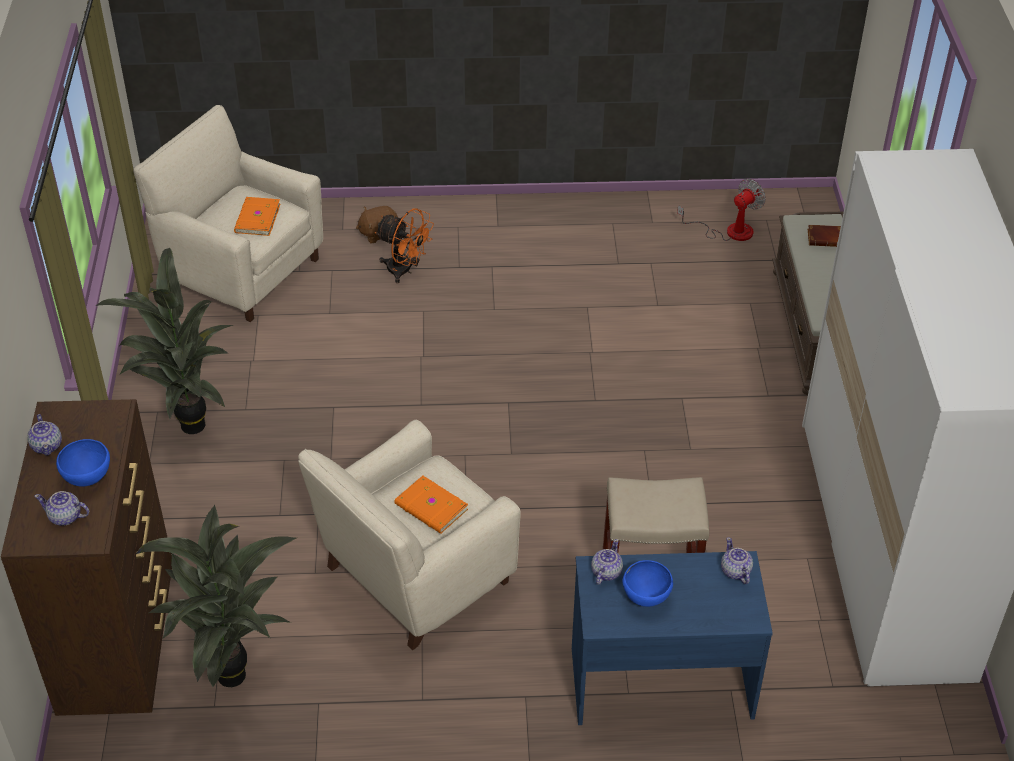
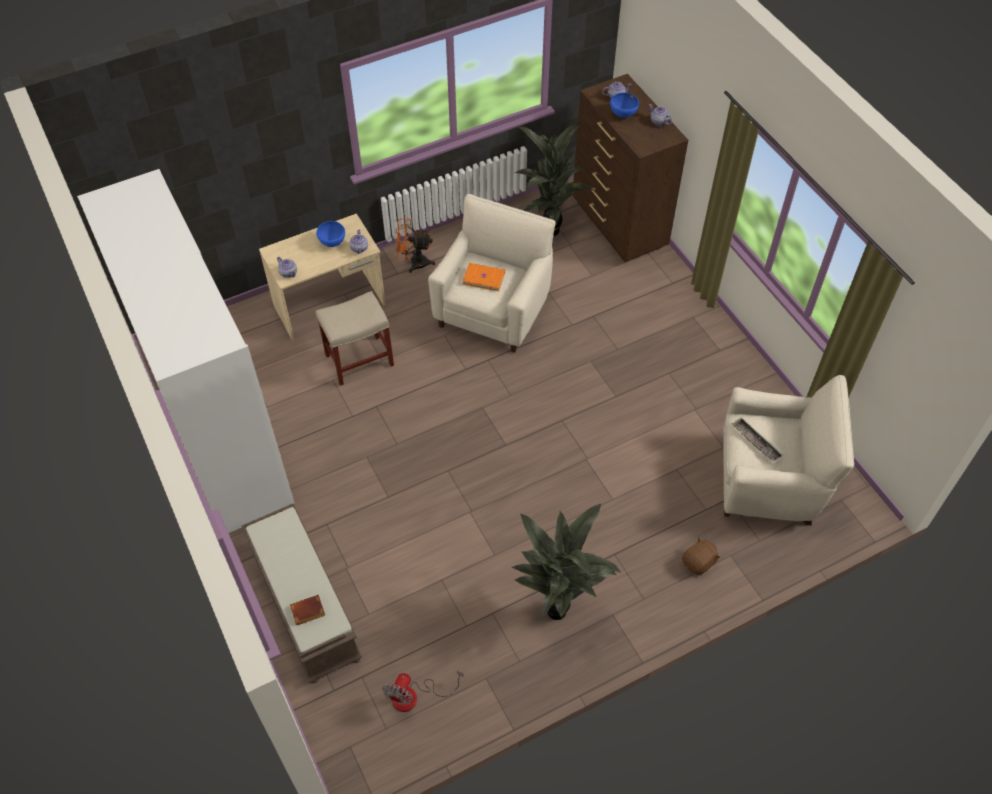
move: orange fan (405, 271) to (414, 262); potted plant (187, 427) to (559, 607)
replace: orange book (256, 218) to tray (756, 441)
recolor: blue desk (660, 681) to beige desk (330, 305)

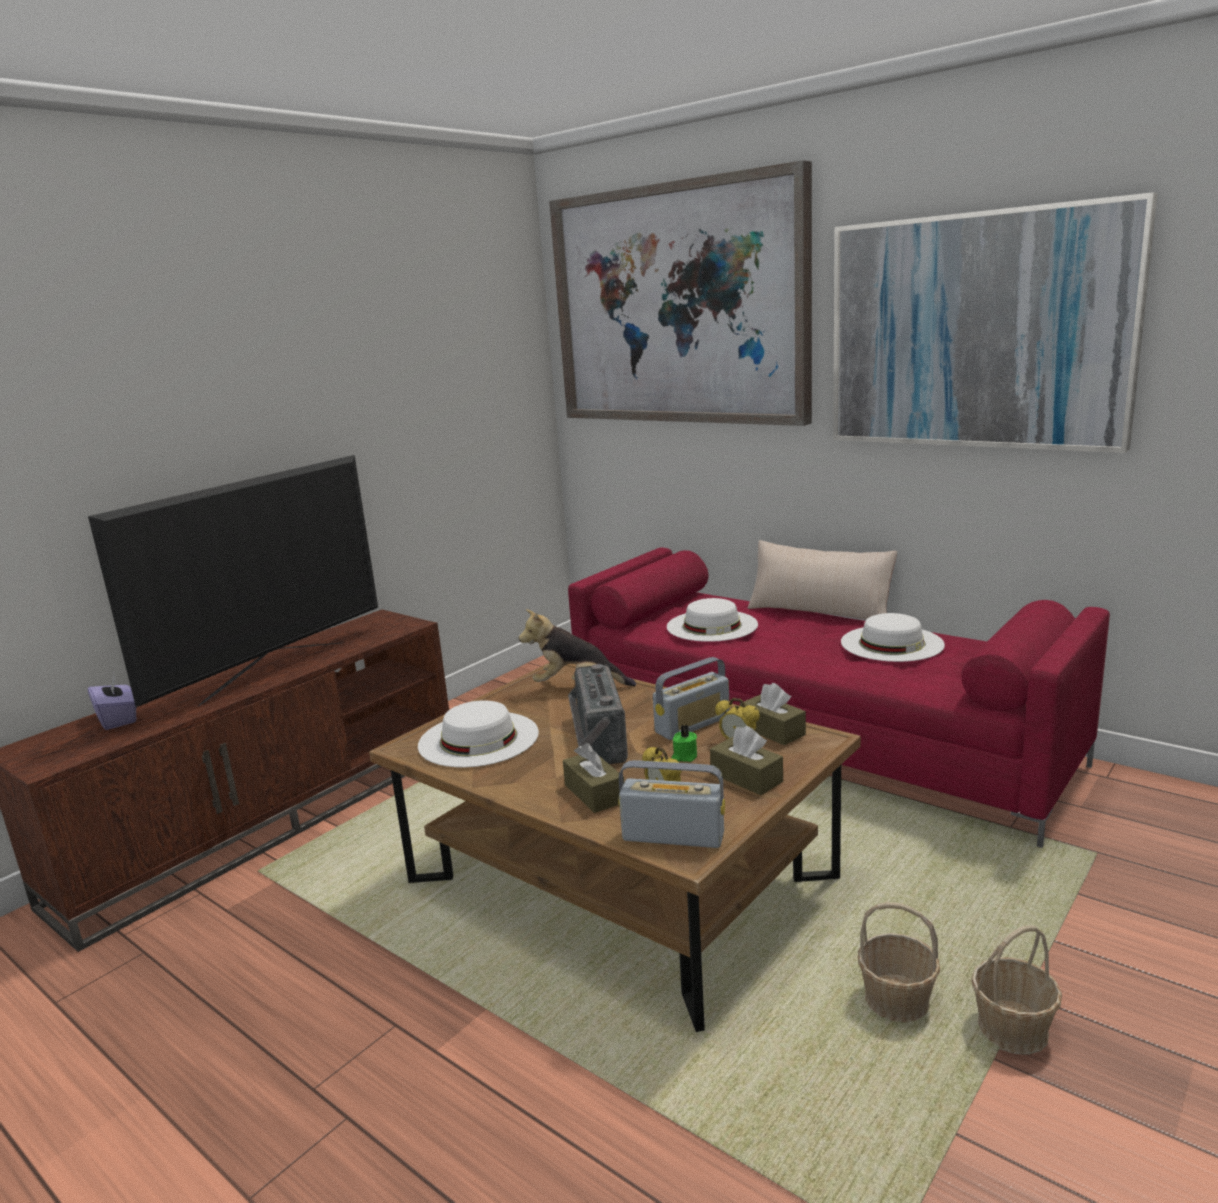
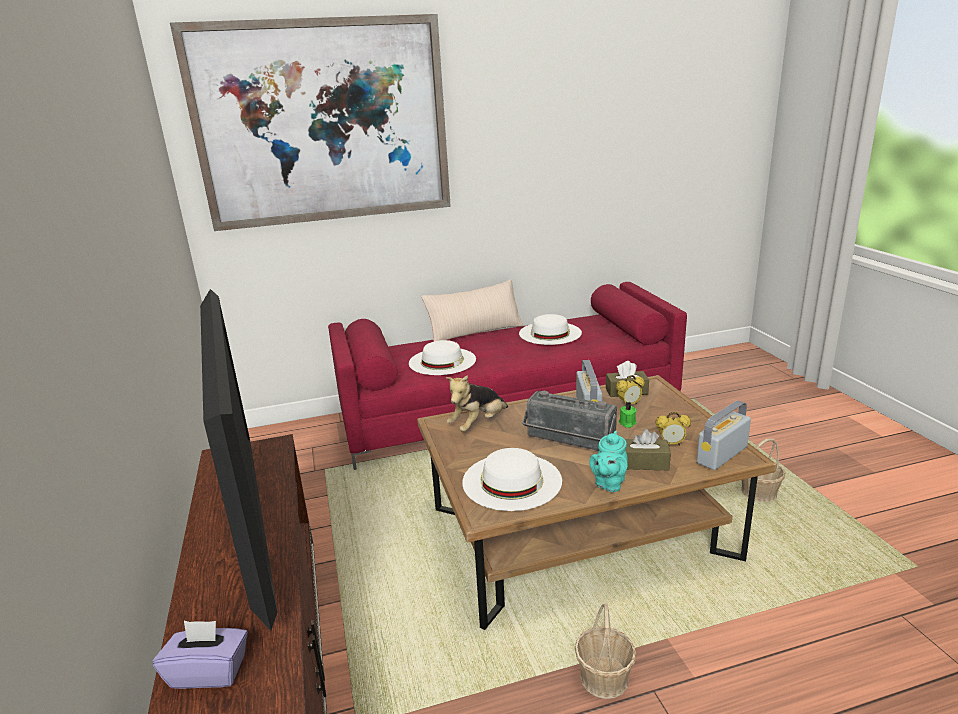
delete: brown tissue box (746, 778); picture (977, 331)
insert: turquoise teapot (608, 484)
move: basket (1013, 1029) to (604, 677)

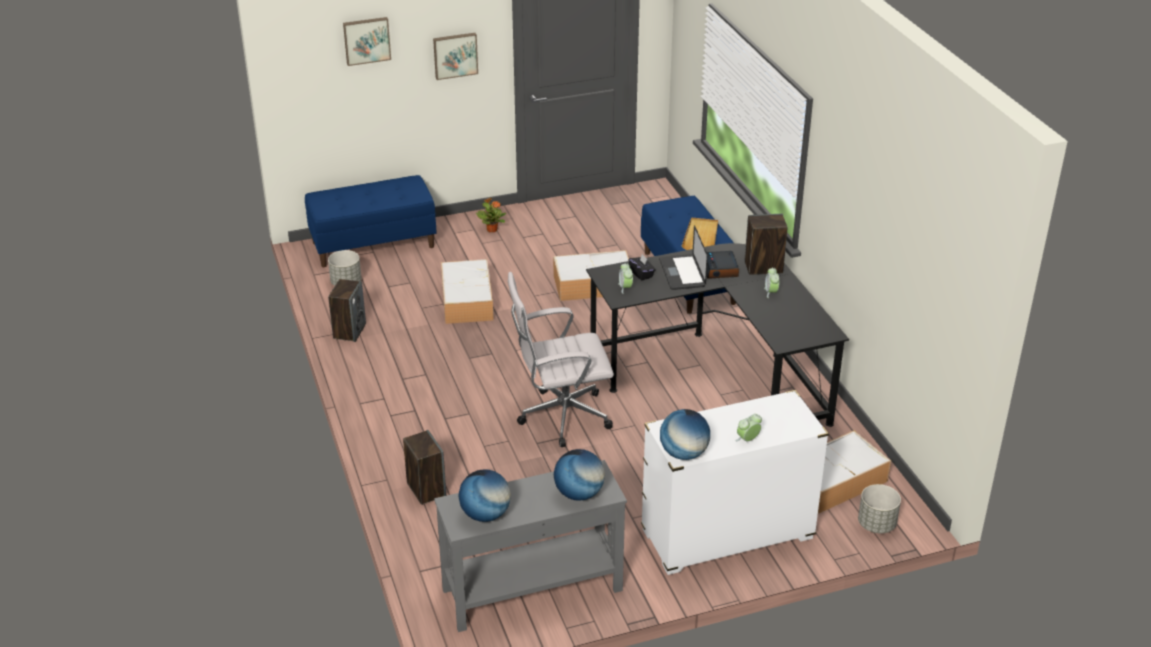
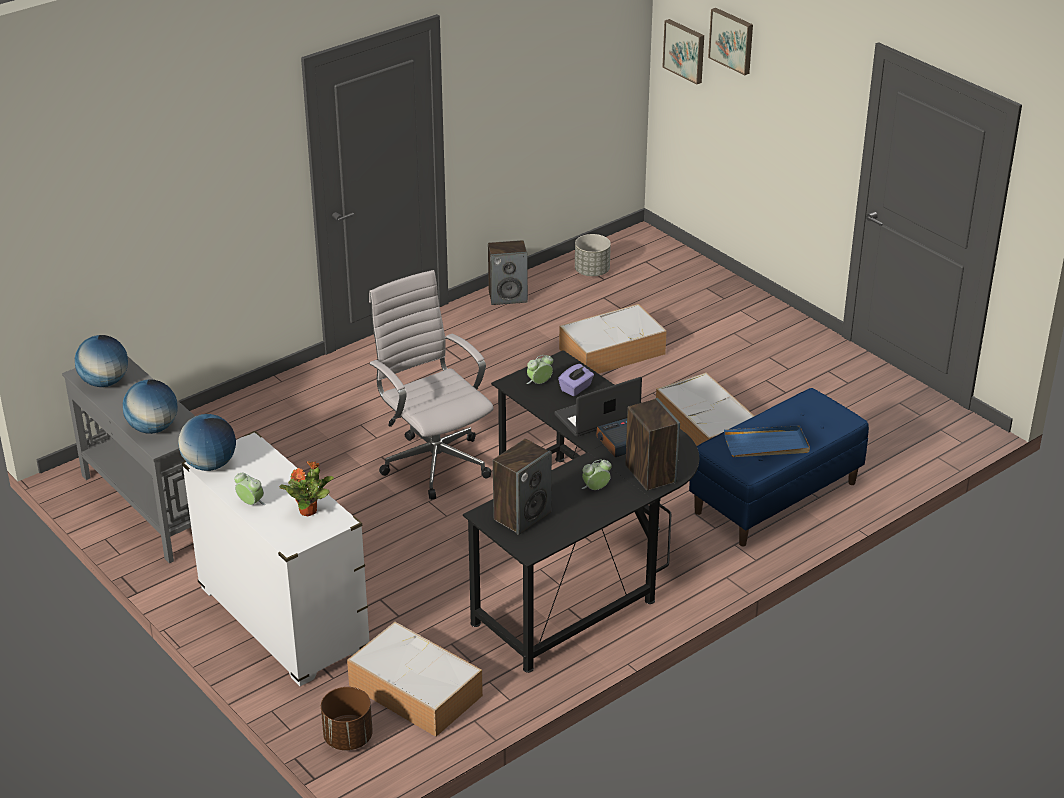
delete: blue bench (373, 244)
move: potted plant (492, 229) to (309, 511); speaker (426, 490) to (522, 516); picture (455, 55) to (685, 50)
recolor: grey planter (877, 524) to brown planter (348, 738); black tissue box (641, 274) to purple tissue box (576, 388); beige tray (701, 237) to blue tray (766, 445)

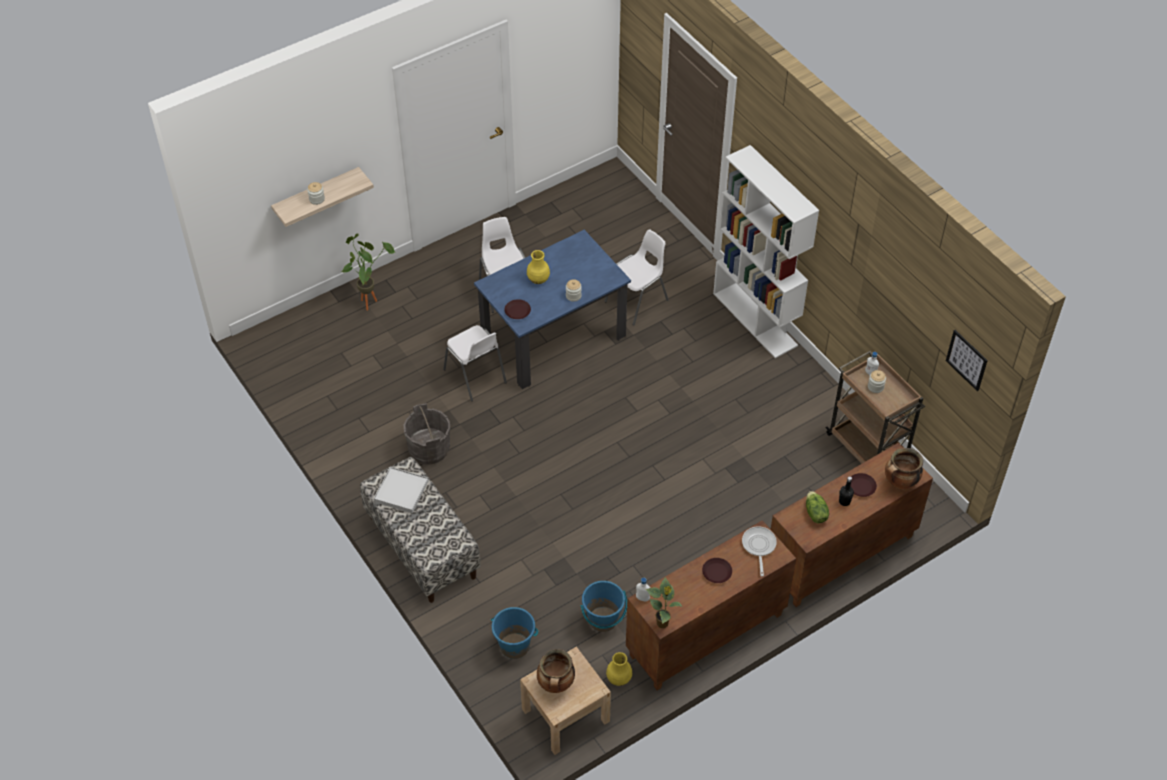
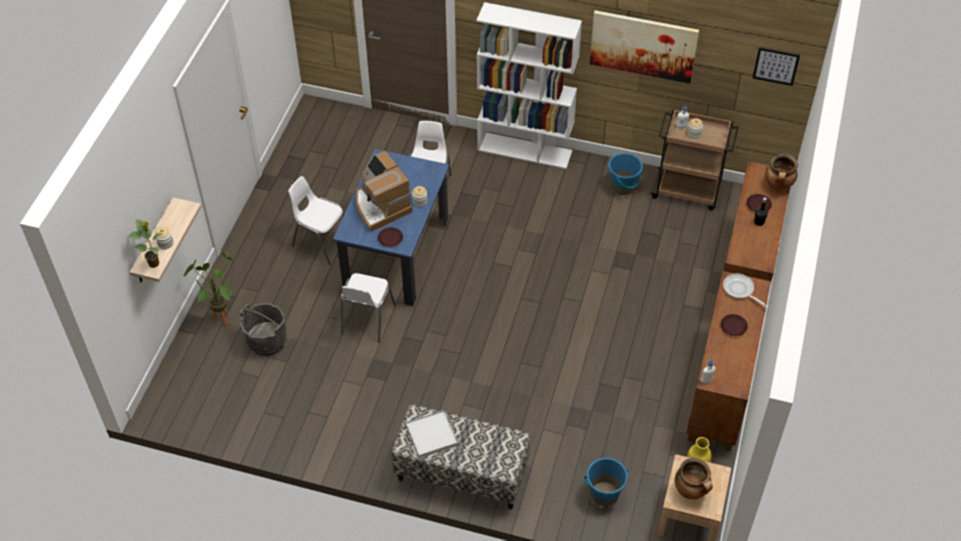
delete: lettuce (815, 513)
insert: picture (643, 46)
move: potted plant (663, 624) to (154, 264); grey bucket (429, 449) to (267, 341); blue bucket (603, 619) to (623, 186)
replace: yellow vase (538, 280) to coffee machine (381, 206)
rotate: white chair (475, 376) = (367, 320) 90 degrees clockwise

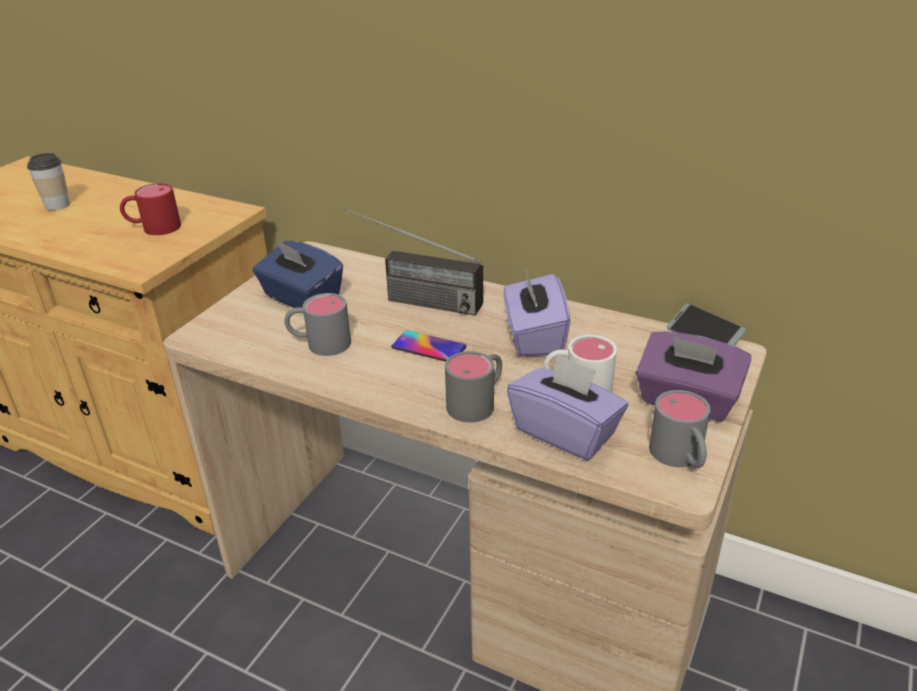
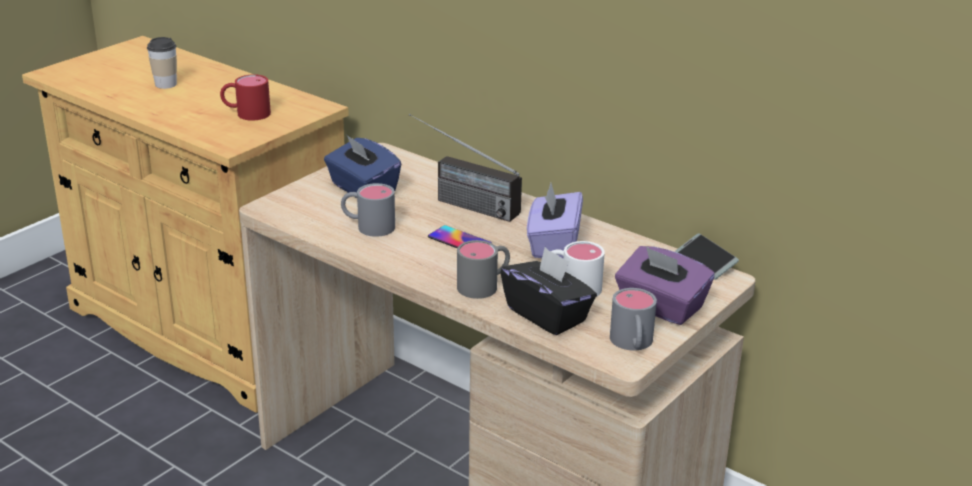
recolor: purple tissue box (565, 432) to black tissue box (547, 315)

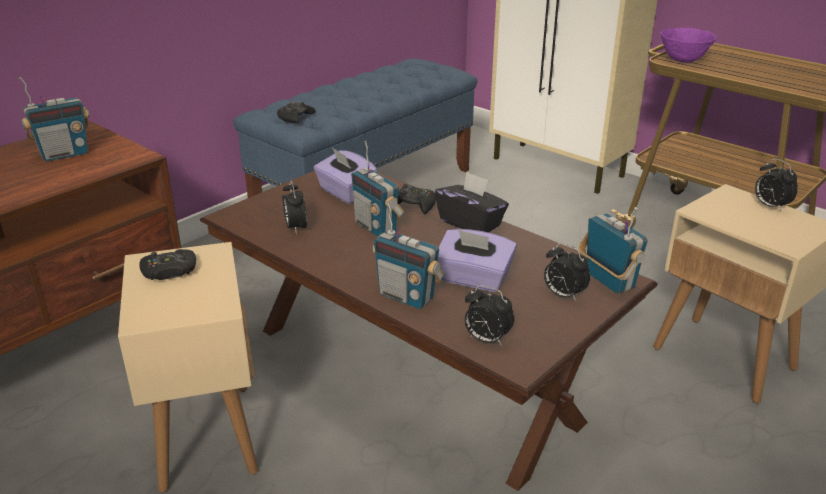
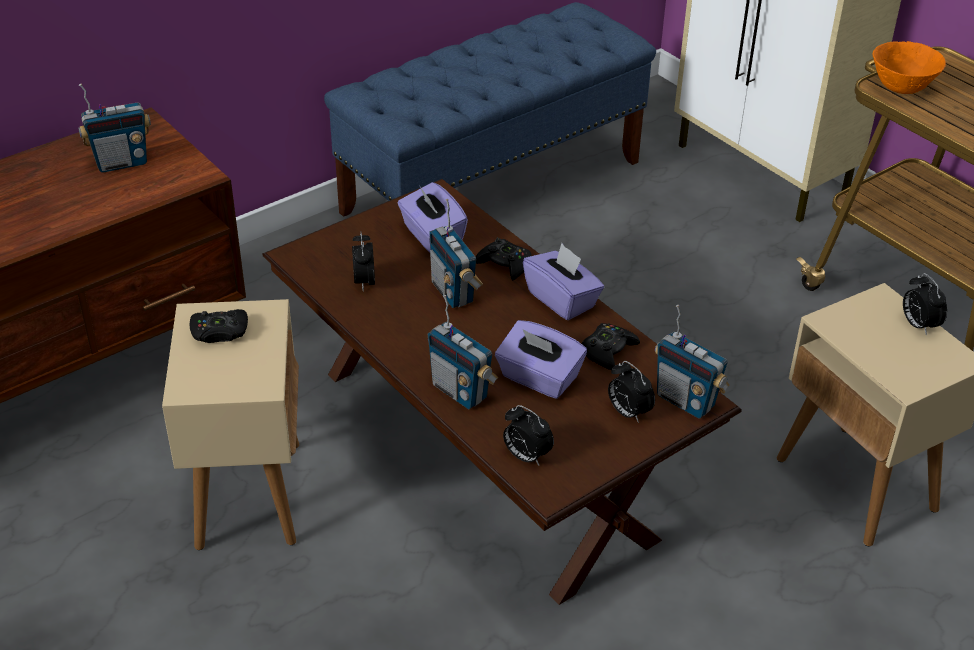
move: black game controller (295, 118) to (608, 351)
recolor: black tissue box (470, 223) to purple tissue box (562, 299); purple bowl (684, 61) to orange bowl (902, 89)
rotate: radio (608, 281) = (685, 401) 150 degrees clockwise

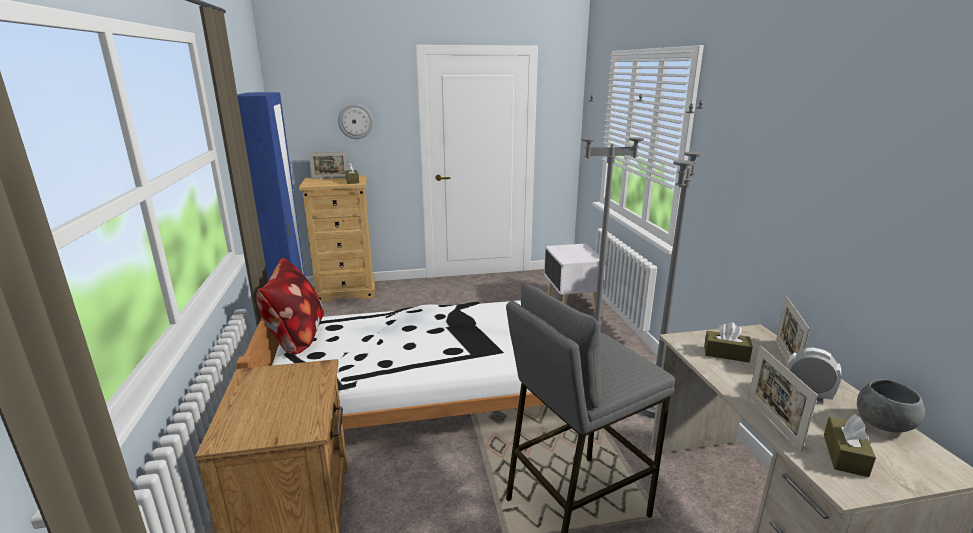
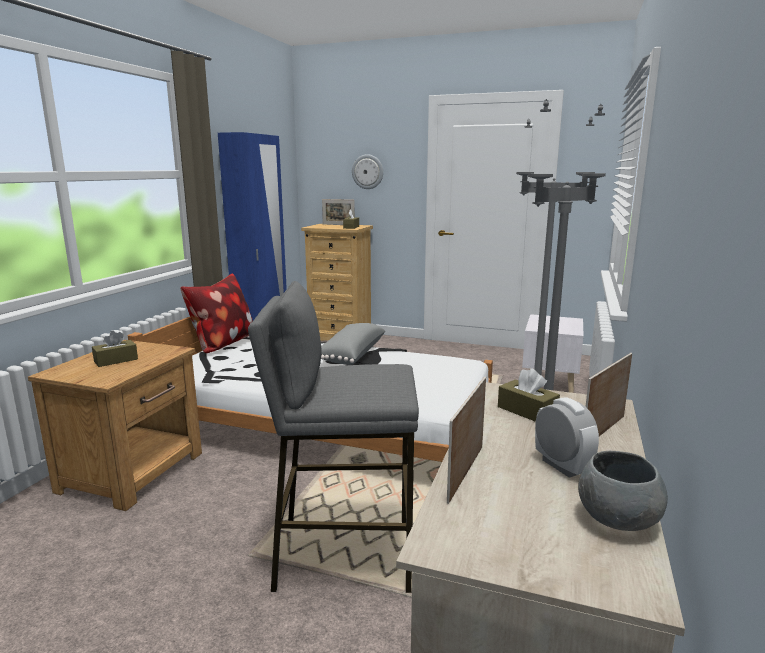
insert: grey pillow (350, 355)
move: brown tissue box (845, 455) to (116, 360)

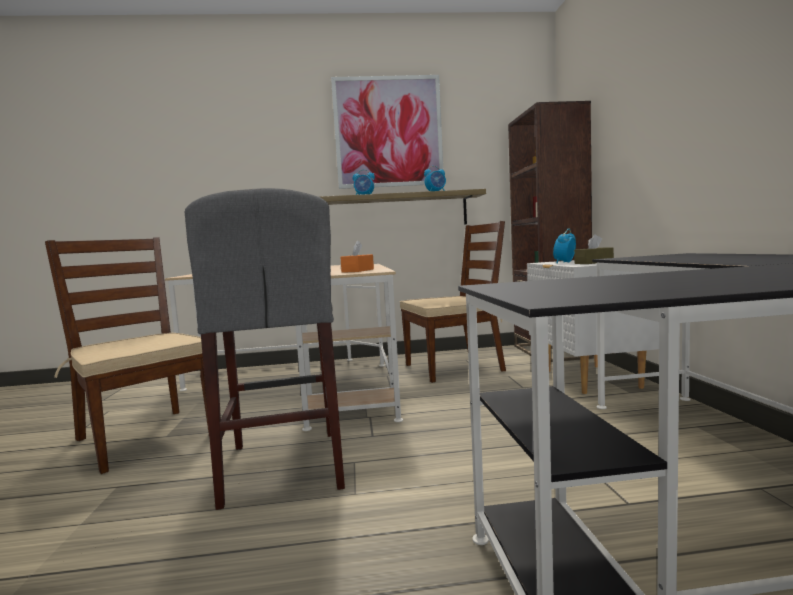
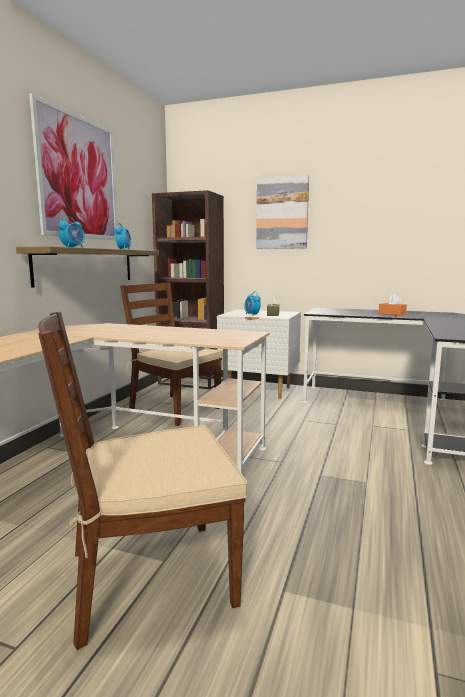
delete: grey stool (284, 465)
insert: picture (282, 213)
move: orange tissue box (358, 271) to (392, 314)
rotate: brown chair (454, 367) = (174, 409) 60 degrees counterclockwise

